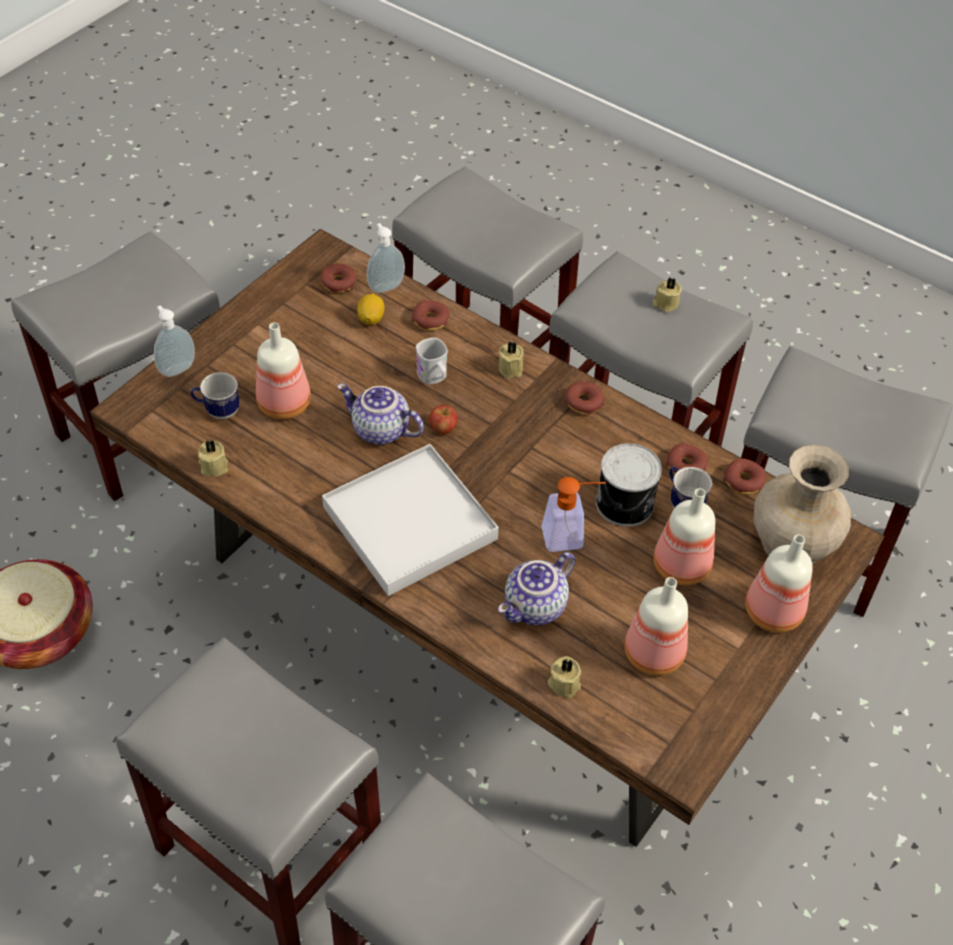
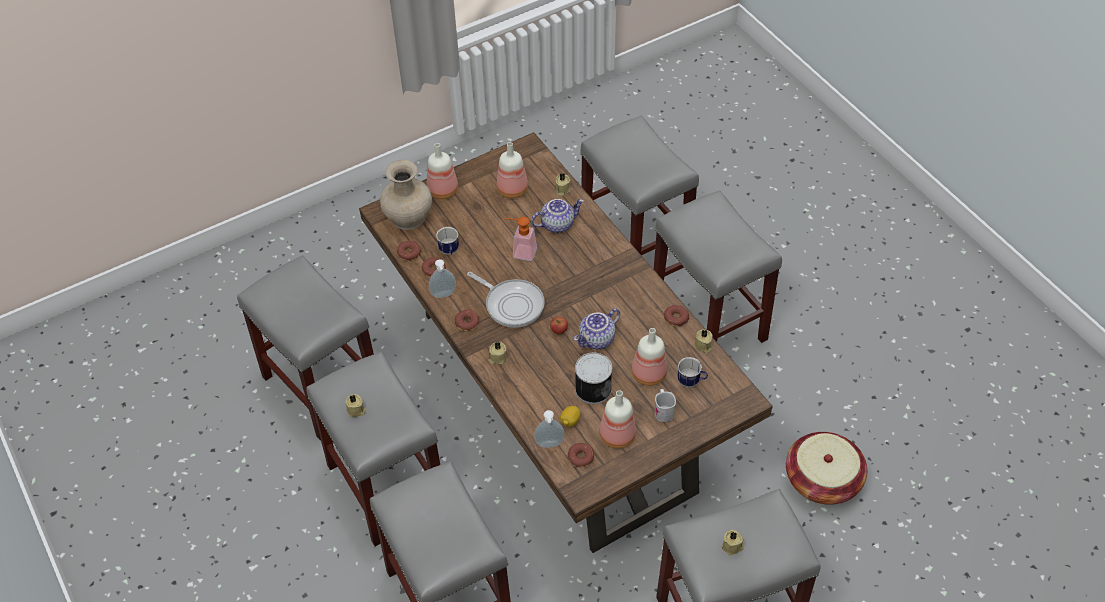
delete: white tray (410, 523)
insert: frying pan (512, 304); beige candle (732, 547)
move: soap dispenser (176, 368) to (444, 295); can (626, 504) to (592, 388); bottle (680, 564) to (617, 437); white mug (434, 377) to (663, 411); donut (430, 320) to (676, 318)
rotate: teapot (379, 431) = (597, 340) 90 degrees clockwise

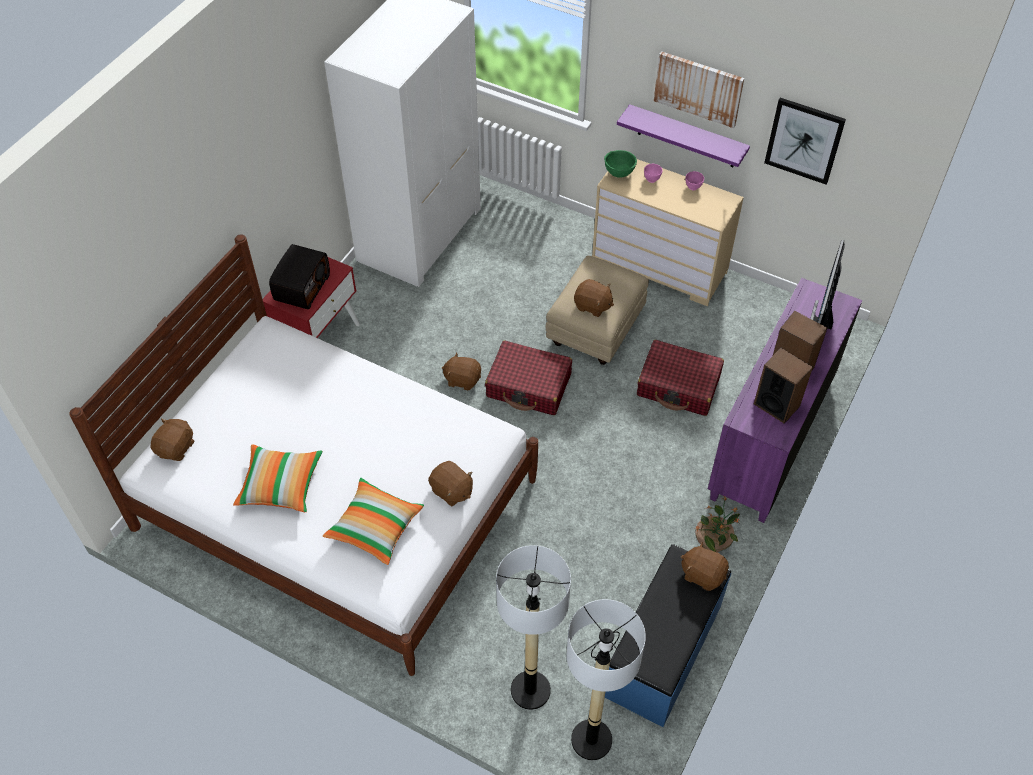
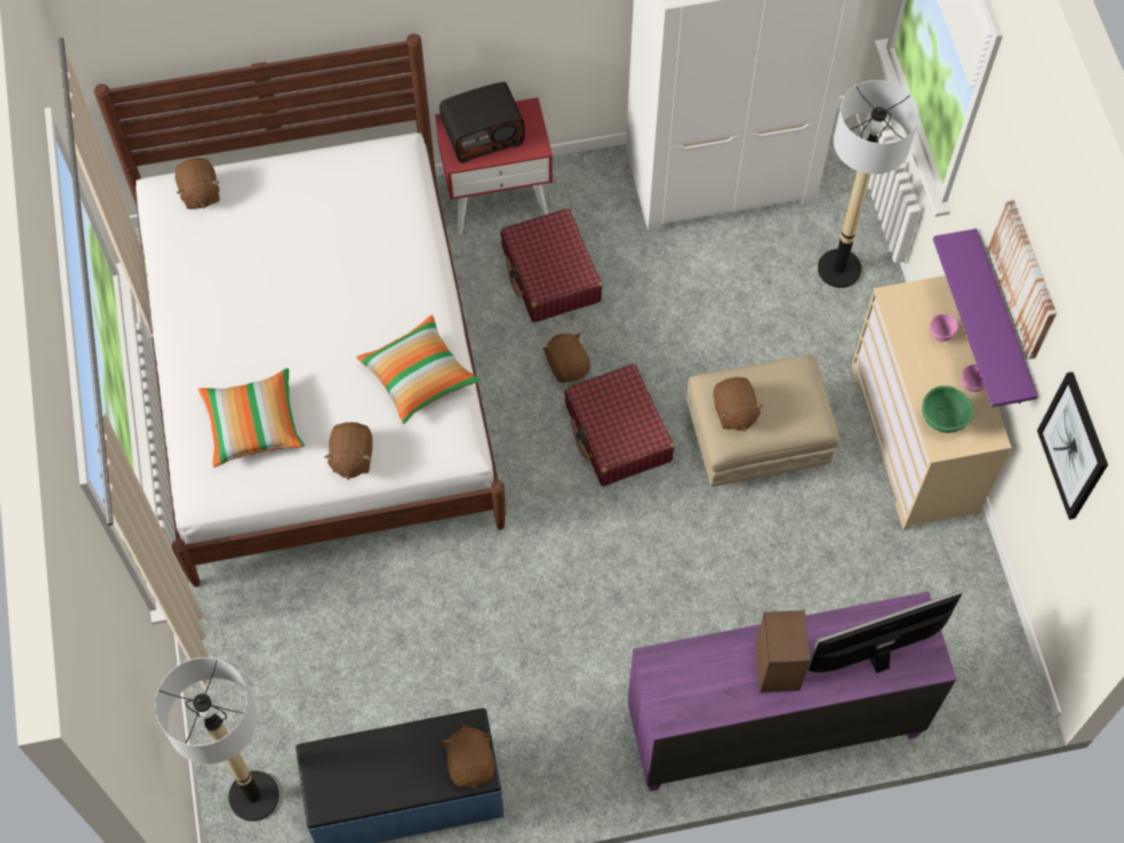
delete: potted plant (713, 543); speaker (776, 405)
move: pillow (280, 485) to (419, 376); red suitcase (678, 386) to (551, 275); floor lamp (530, 690) to (839, 269); green bowl (619, 174) to (942, 420)
rotate: brown plush toy (176, 448) = (200, 193) 90 degrees clockwise

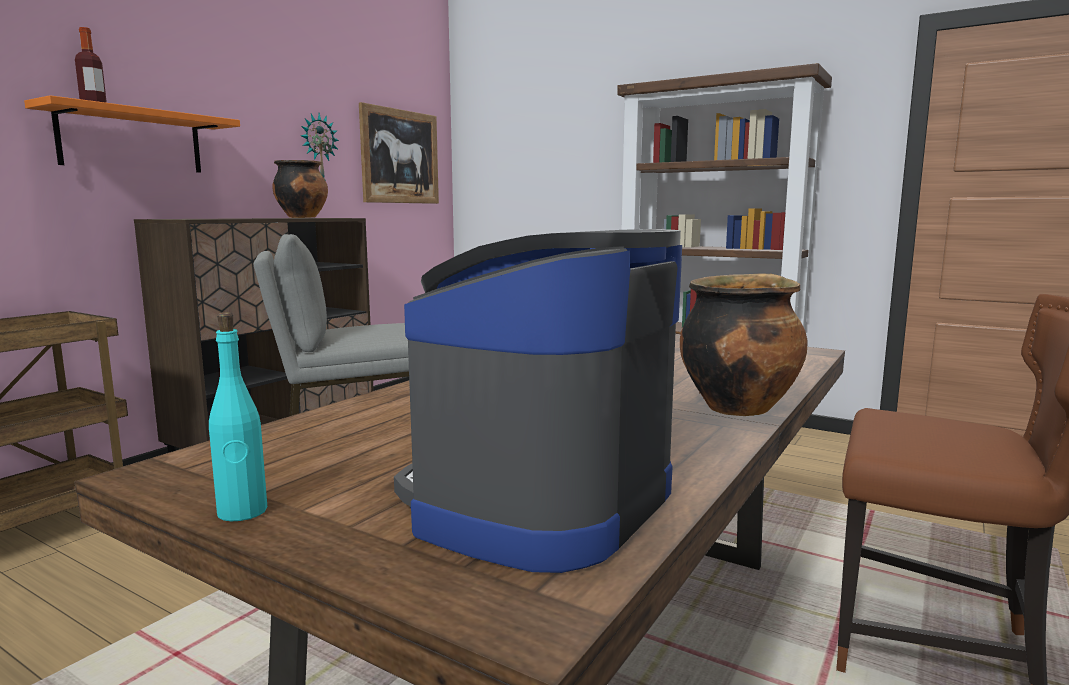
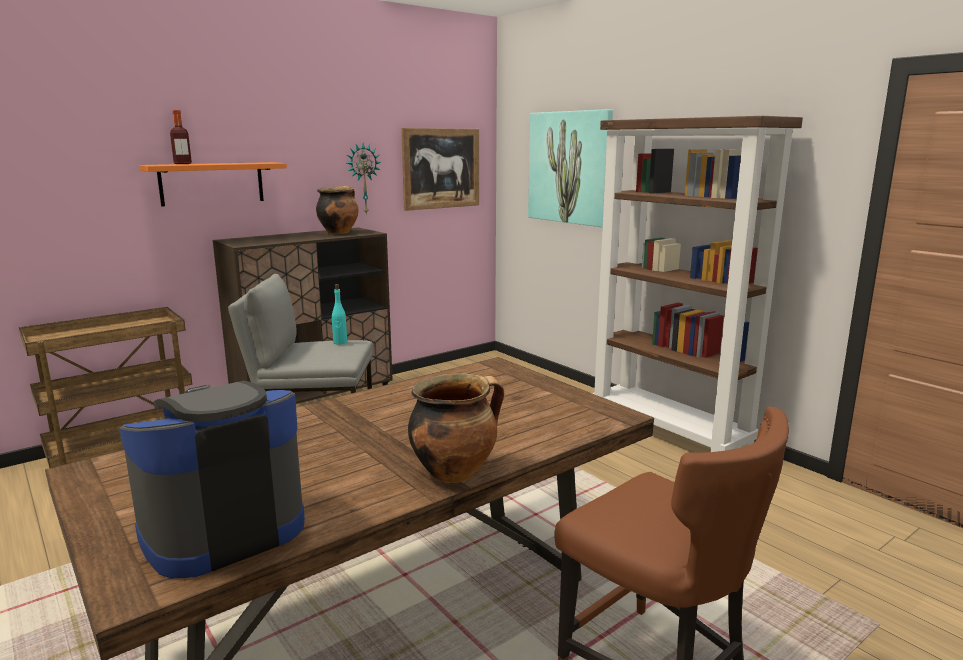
insert: picture (570, 167)
move: turquoise bottle (242, 512) to (340, 342)

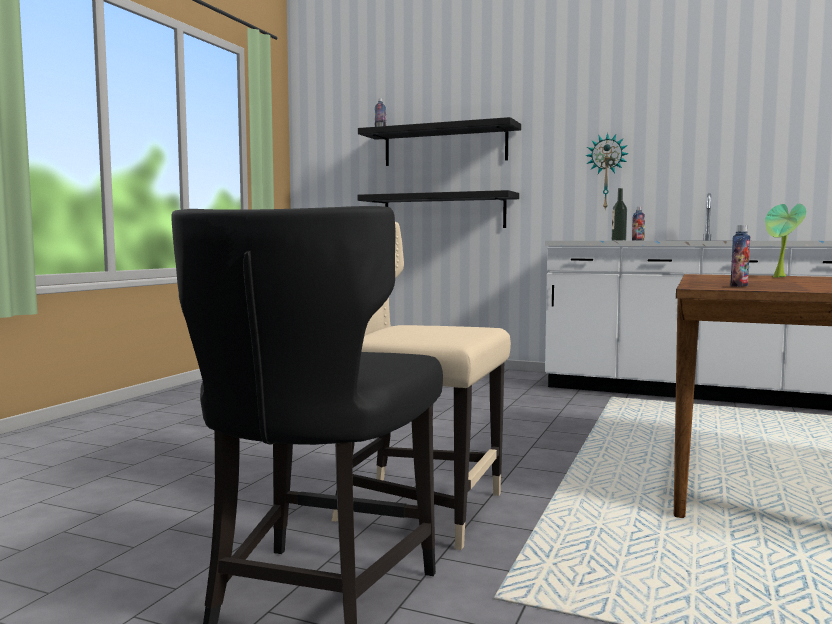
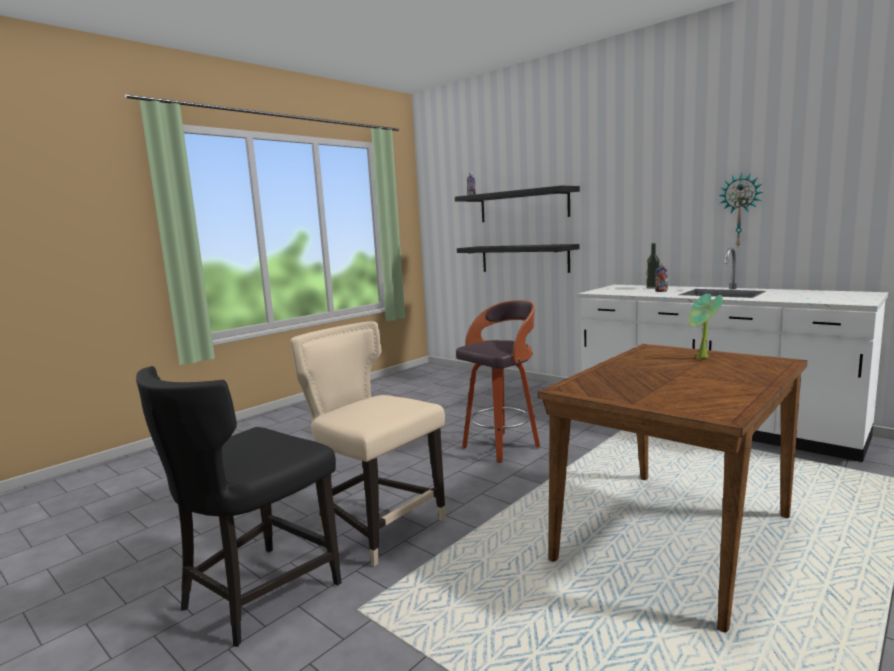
delete: bottle (739, 286)
insert: stool (502, 446)
move: wall clock (606, 172) to (740, 210)

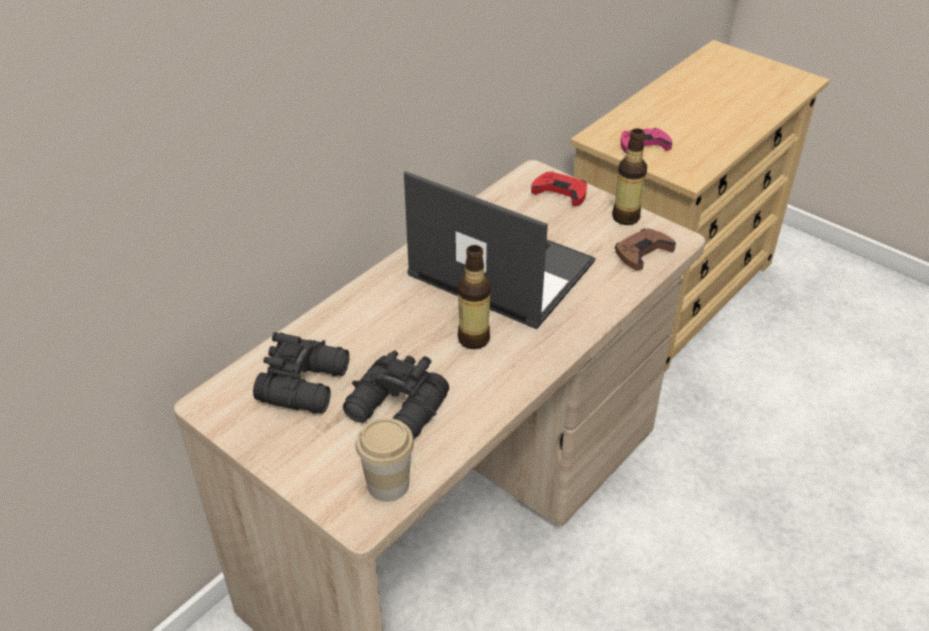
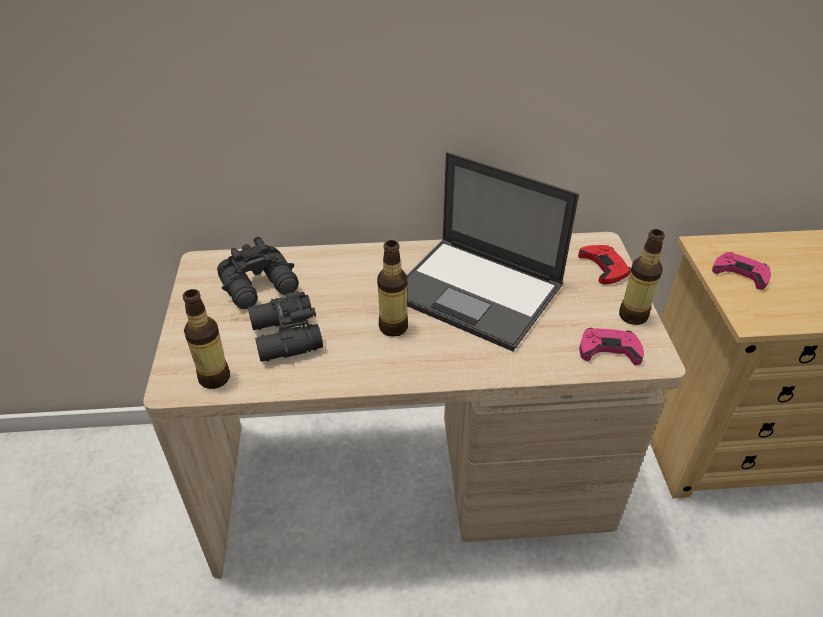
replace: cup (388, 484) to bottle (214, 378)
recolor: brown game controller (642, 252) to pink game controller (609, 349)
rotate: laptop (499, 268) = (478, 292) 135 degrees clockwise

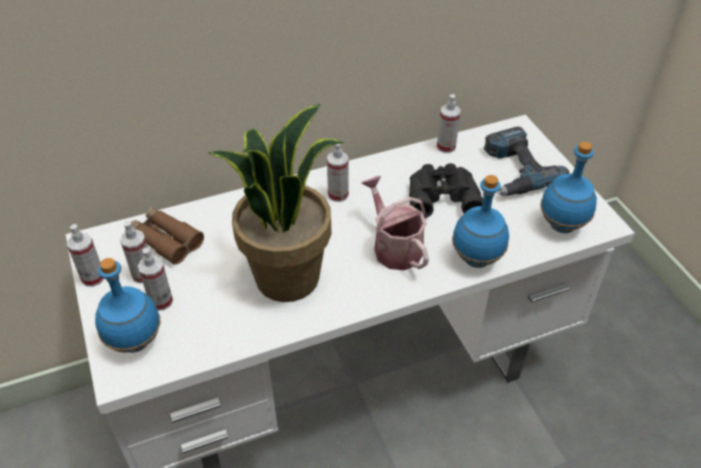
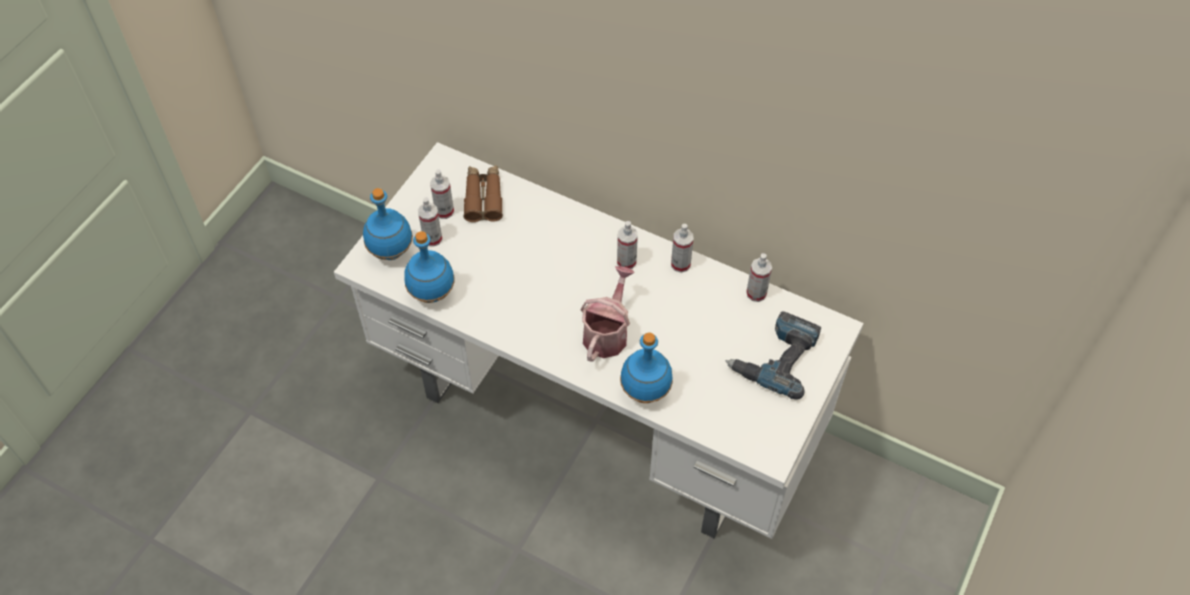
delete: potted plant (287, 276); black binoculars (442, 195)
move: blue bottle (561, 225) to (432, 293); spray bottle (93, 278) to (680, 264)

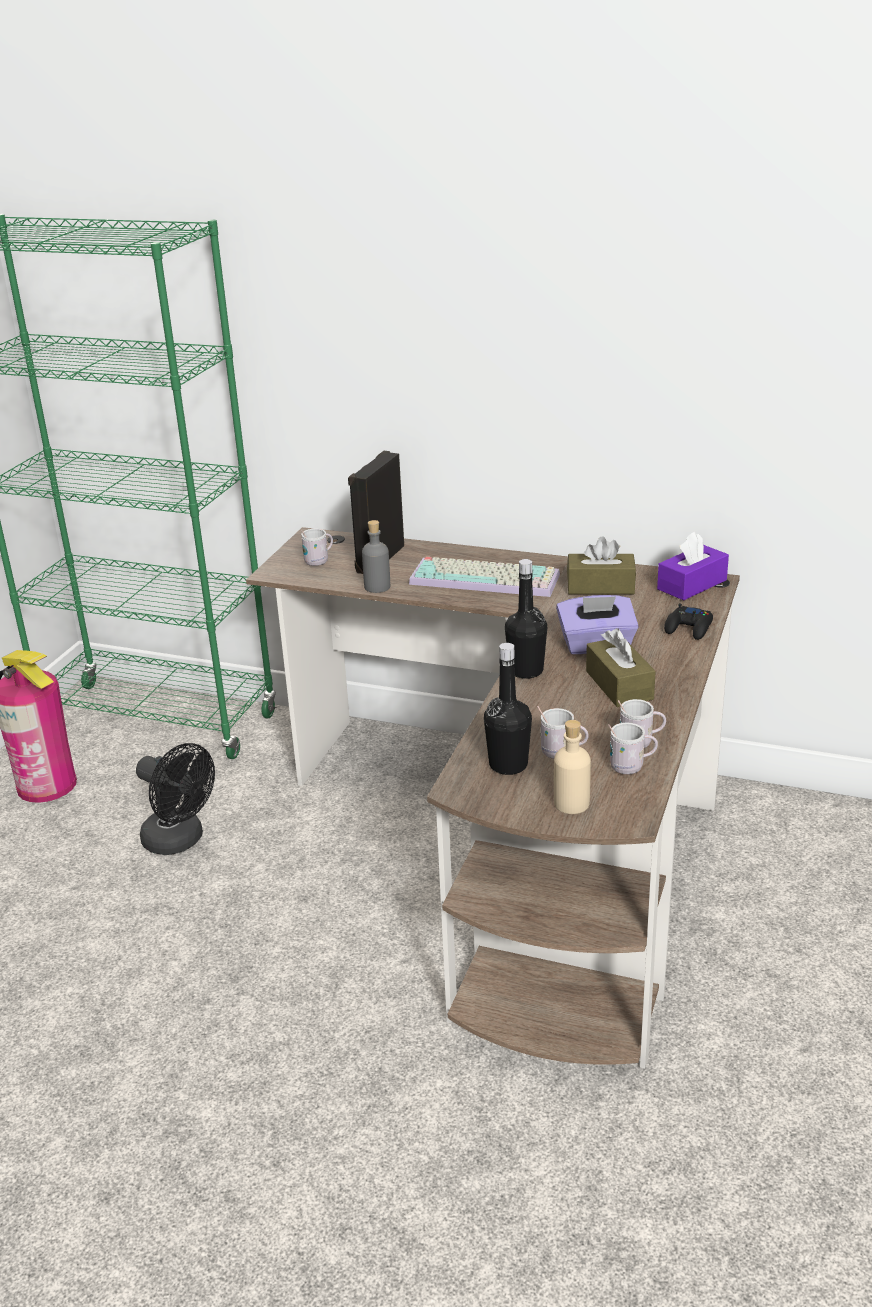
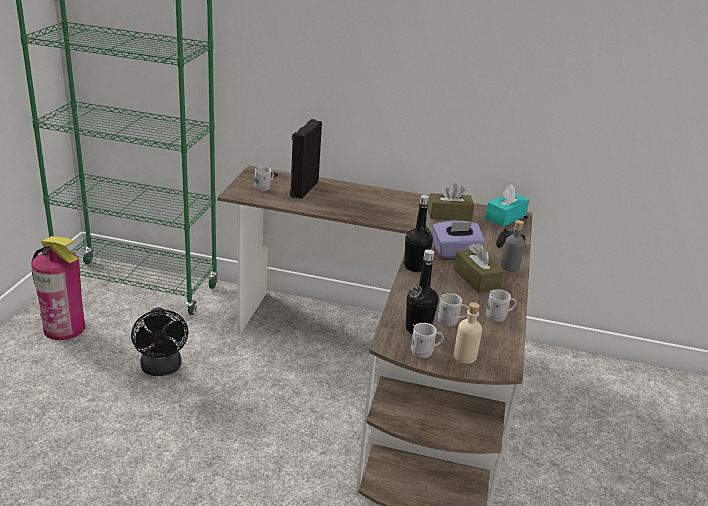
delete: keyboard (487, 578)
move: white mug (631, 767) to (425, 353); grey bottle (377, 587) to (509, 267)
recolor: purple tissue box (692, 584) to turquoise tissue box (505, 217)
rotate: black fan (180, 841) = (162, 369) 45 degrees clockwise

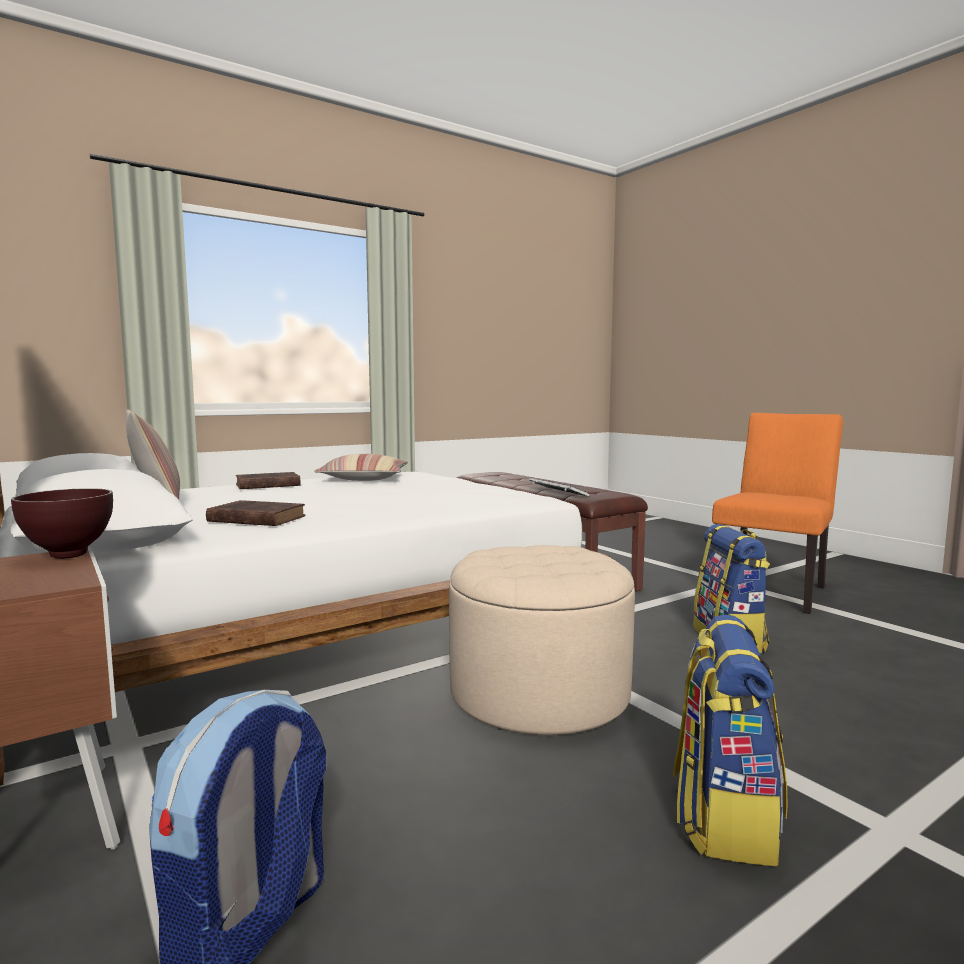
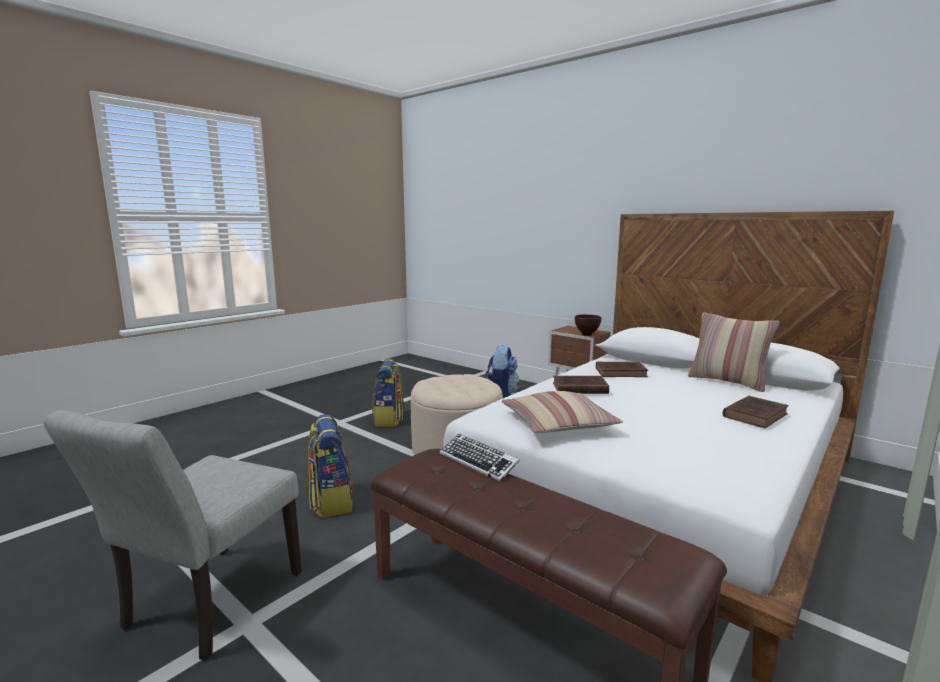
insert: brown book (578, 388)
move: pillow (364, 479) to (558, 424)
recolor: orange chair (773, 589) to grey chair (205, 607)

